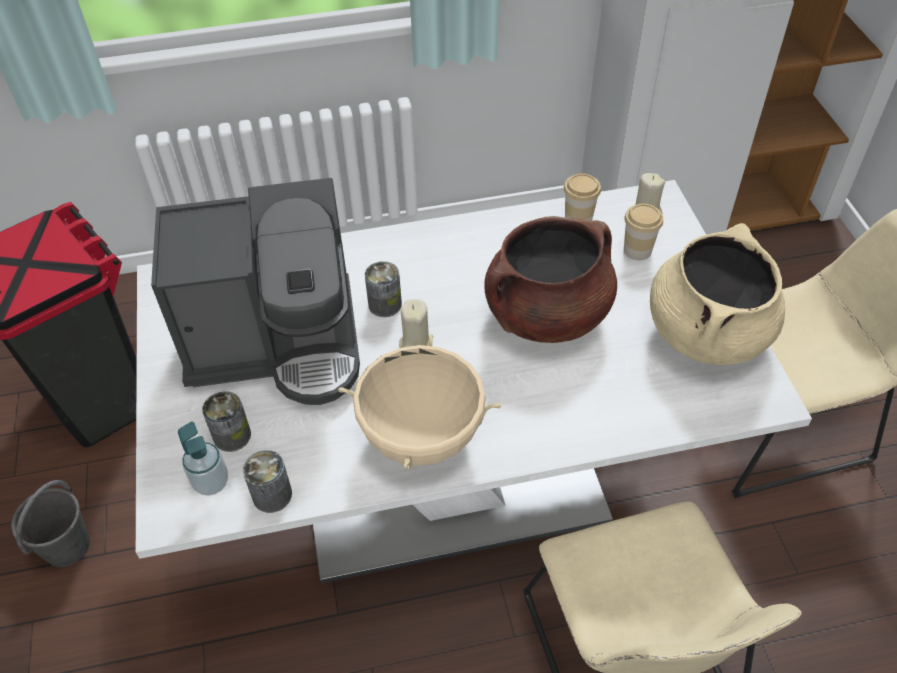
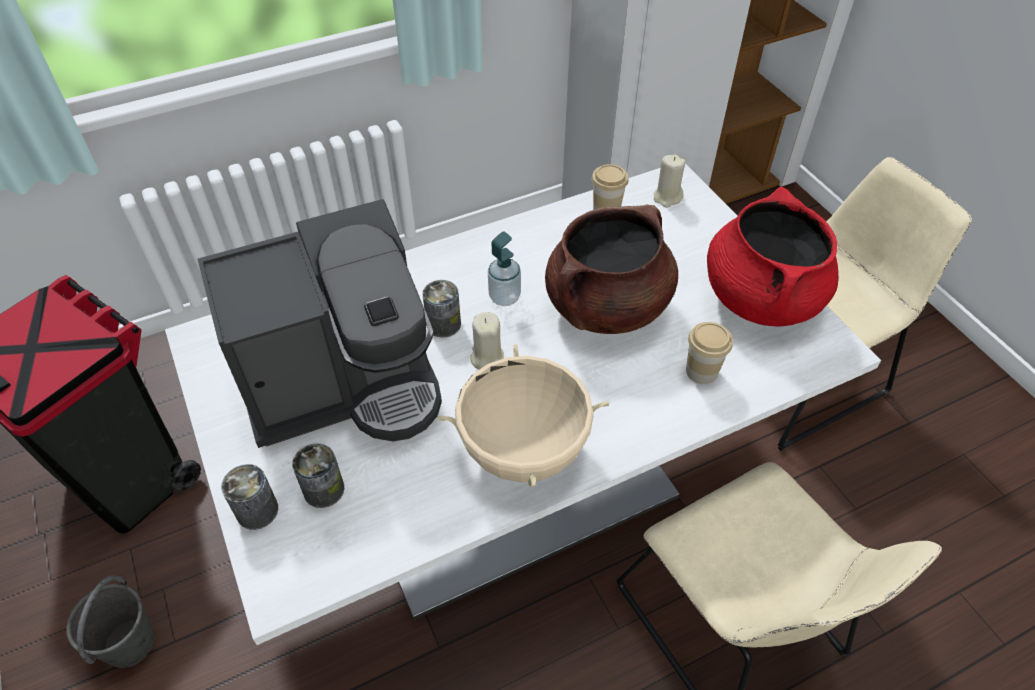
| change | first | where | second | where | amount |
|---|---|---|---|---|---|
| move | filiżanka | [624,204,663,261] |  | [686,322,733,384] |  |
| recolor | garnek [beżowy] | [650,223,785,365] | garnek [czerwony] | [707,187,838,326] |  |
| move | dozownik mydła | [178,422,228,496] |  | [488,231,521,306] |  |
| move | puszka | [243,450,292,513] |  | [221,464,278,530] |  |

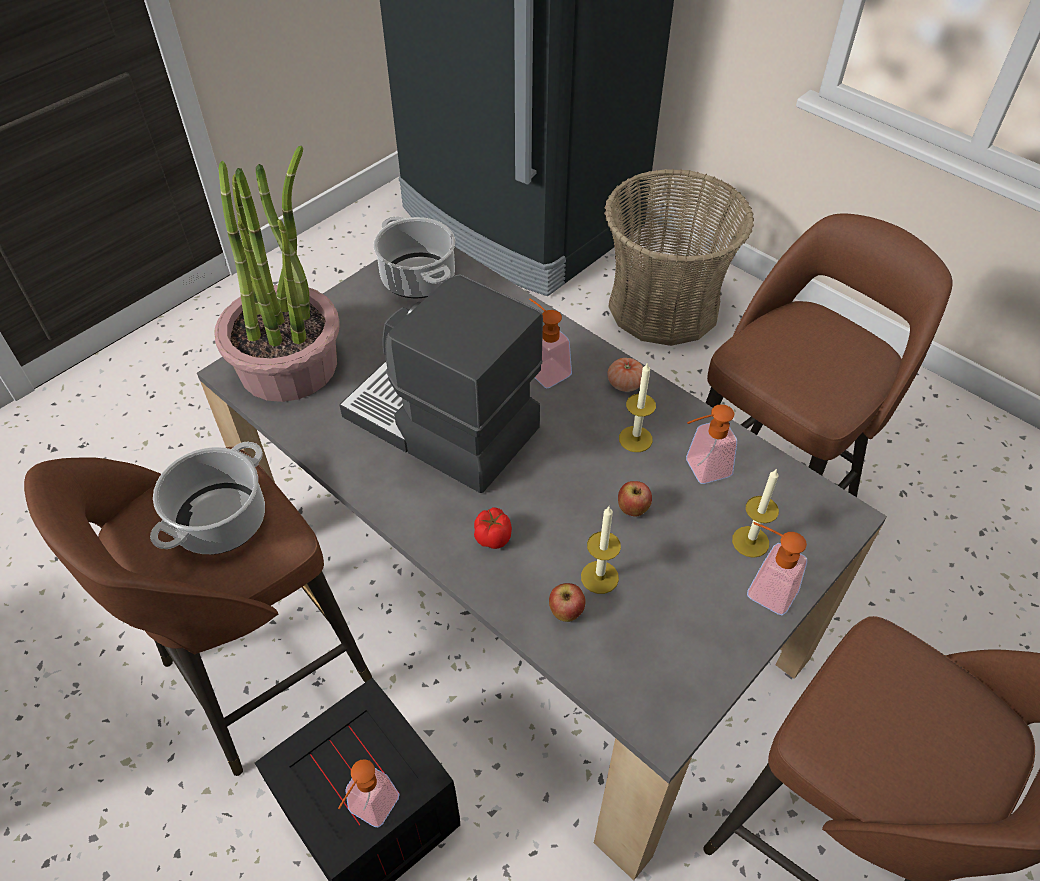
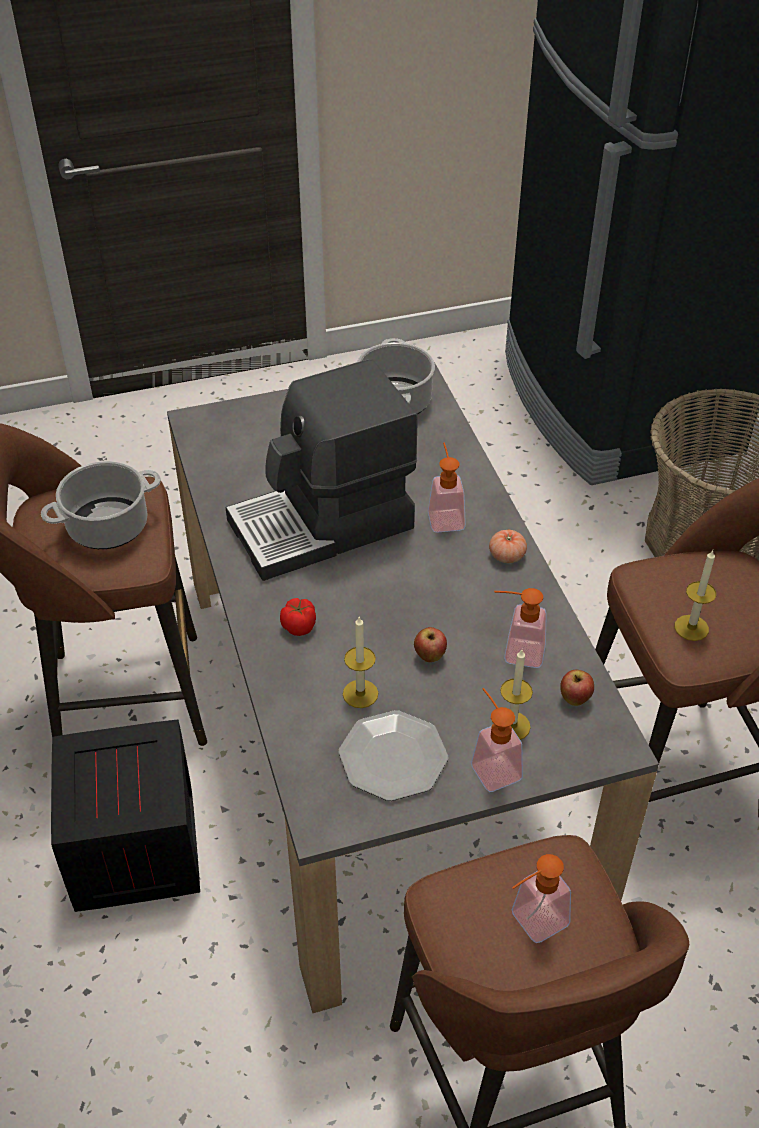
| change | first | where | second | where | amount |
|---|---|---|---|---|---|
| delete | roślina doniczkowa | [214,146,340,402] |  |  |  |
| rotate | ekspres do kawy | [340,274,543,493] |  | [226,359,418,581] | 90 degrees counterclockwise |
| move | świeca | [619,362,656,452] |  | [674,550,716,641] |  |
| move | jabłko | [549,583,586,622] |  | [560,670,594,706] |  |
| move | dozownik mydła | [338,759,399,828] |  | [512,854,571,943] |  |
| insert |  |  | talerz | [338,710,448,801] |  |

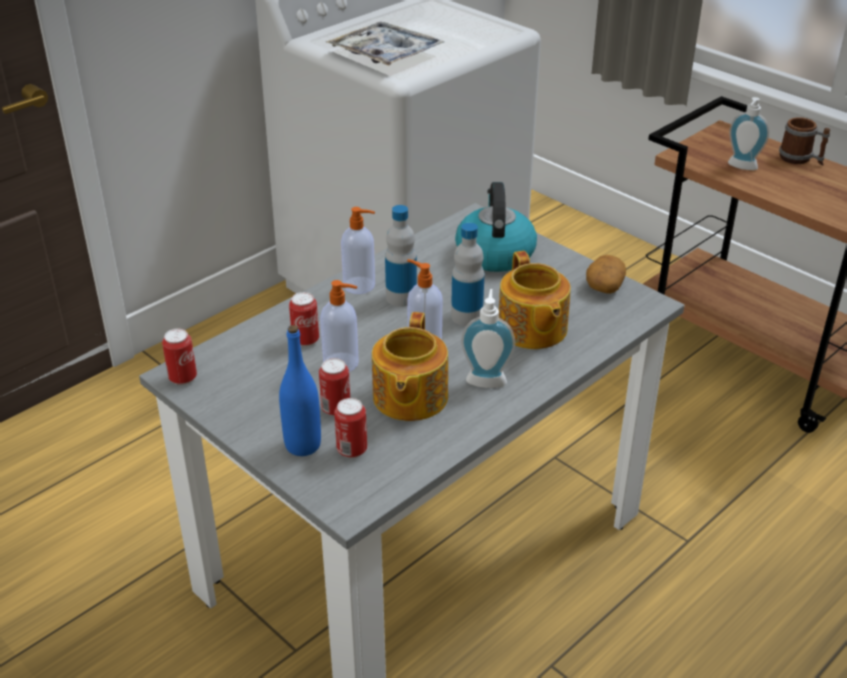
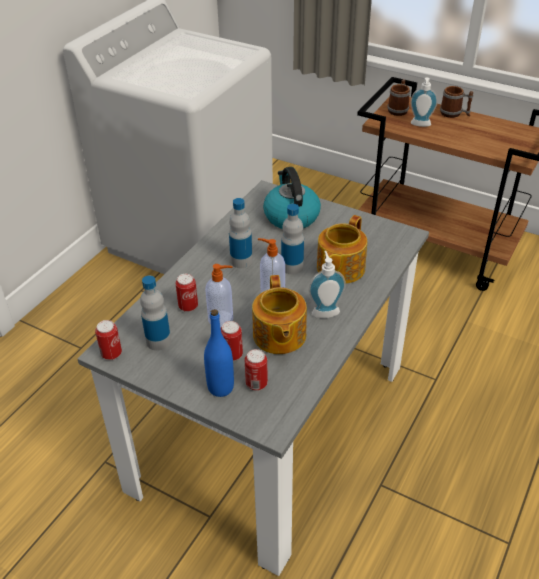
| change | first | where | second | where | amount |
|---|---|---|---|---|---|
| delete | taca | [326,22,445,66] |  |  |  |
| delete | dozownik mydła | [341,207,375,294] |  |  |  |
| rotate | imbryk | [499,251,571,349] |  | [317,215,367,284] | 60 degrees clockwise |
| delete | ziemniak | [586,255,626,294] |  |  |  |
| insert |  |  | kubek | [387,79,410,116] |  |
| insert |  |  | butelka | [140,275,171,351] |  |

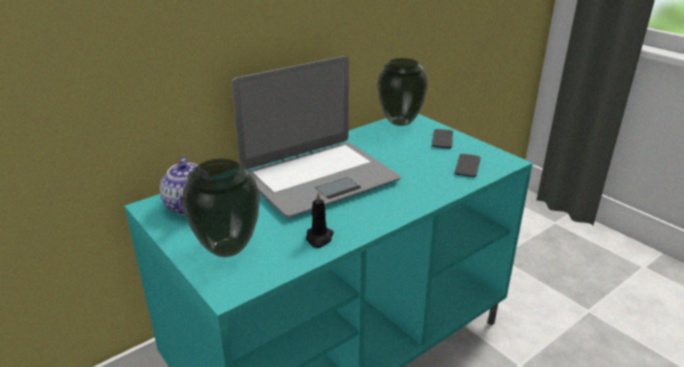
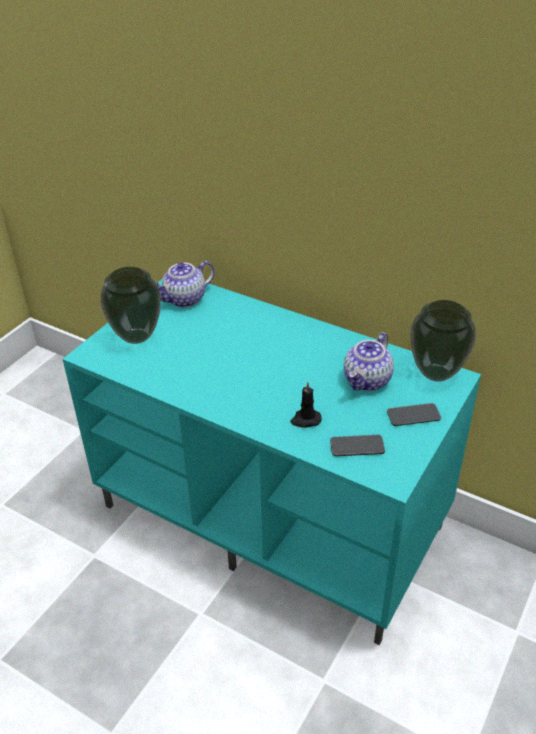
| change | first | where | second | where | amount |
|---|---|---|---|---|---|
| delete | laptop | [231,56,401,218] |  |  |  |
| move | świeca [czarny] | [306,191,334,248] |  | [291,382,321,428] |  |
| insert |  |  | imbryk | [344,332,394,391] |  |

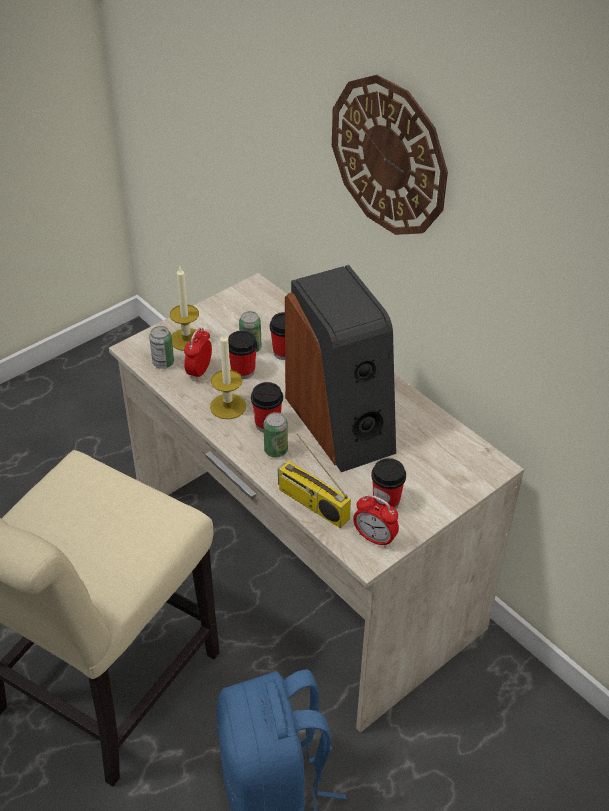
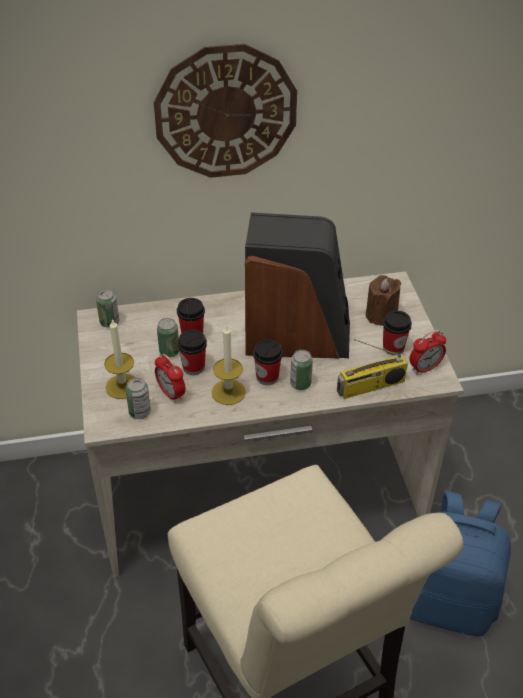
| change | first | where | second | where | amount |
|---|---|---|---|---|---|
| insert |  |  | świeca [brązowy] | [366,275,401,325] |  |
| insert |  |  | puszka | [96,289,119,328] |  |

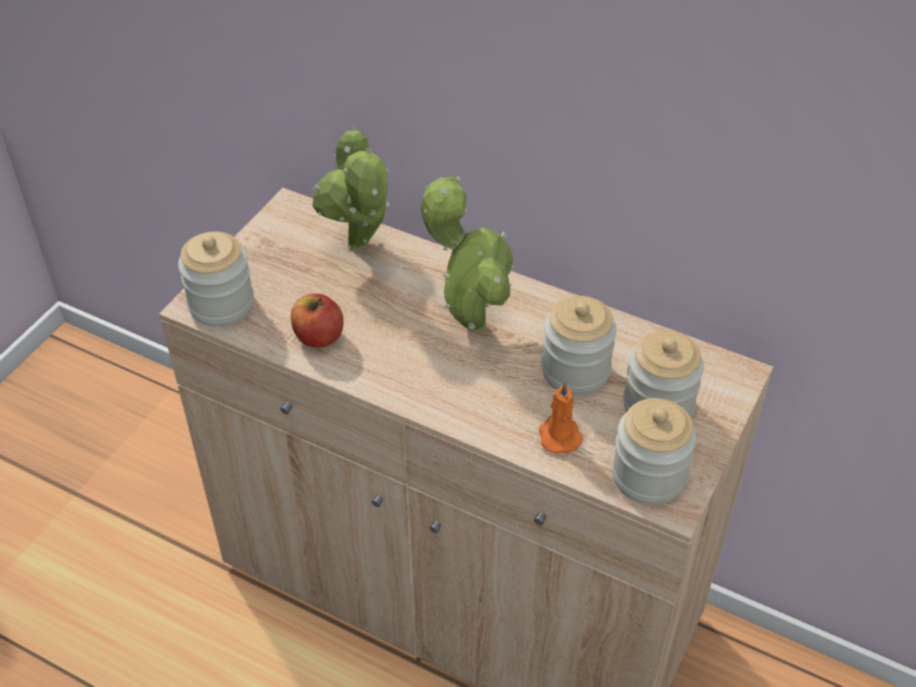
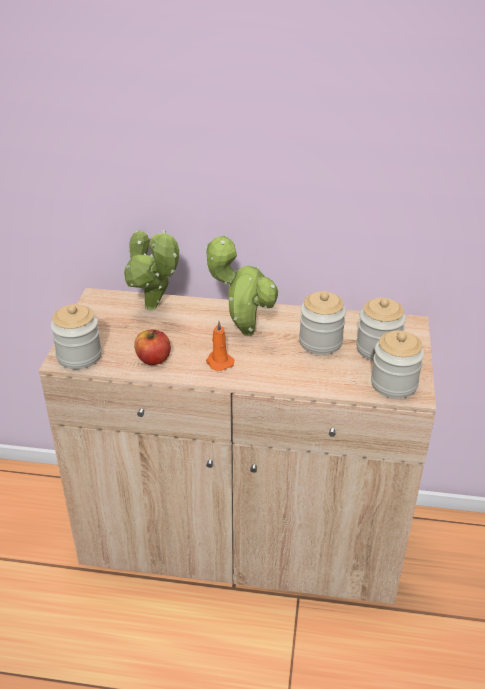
| change | first | where | second | where | amount |
|---|---|---|---|---|---|
| move | świeca [pomarańczowy] | [539,382,583,454] |  | [206,321,234,371] |  |

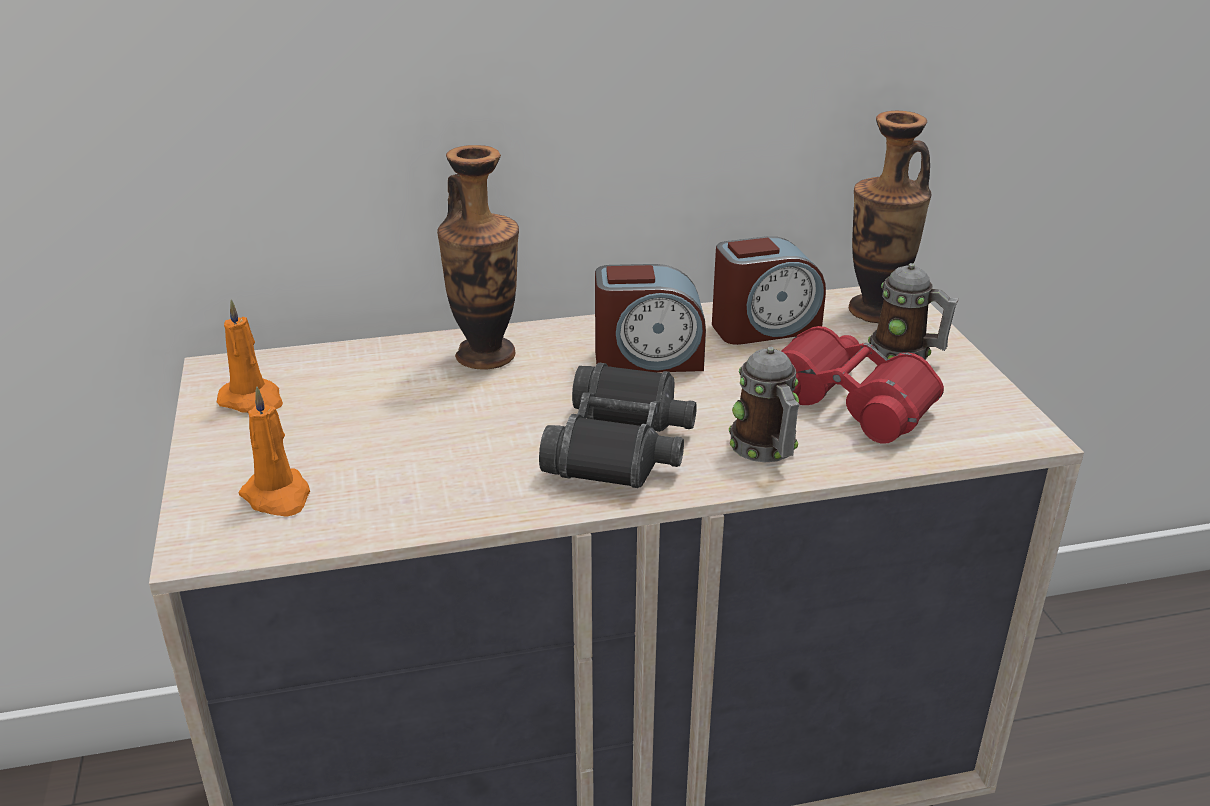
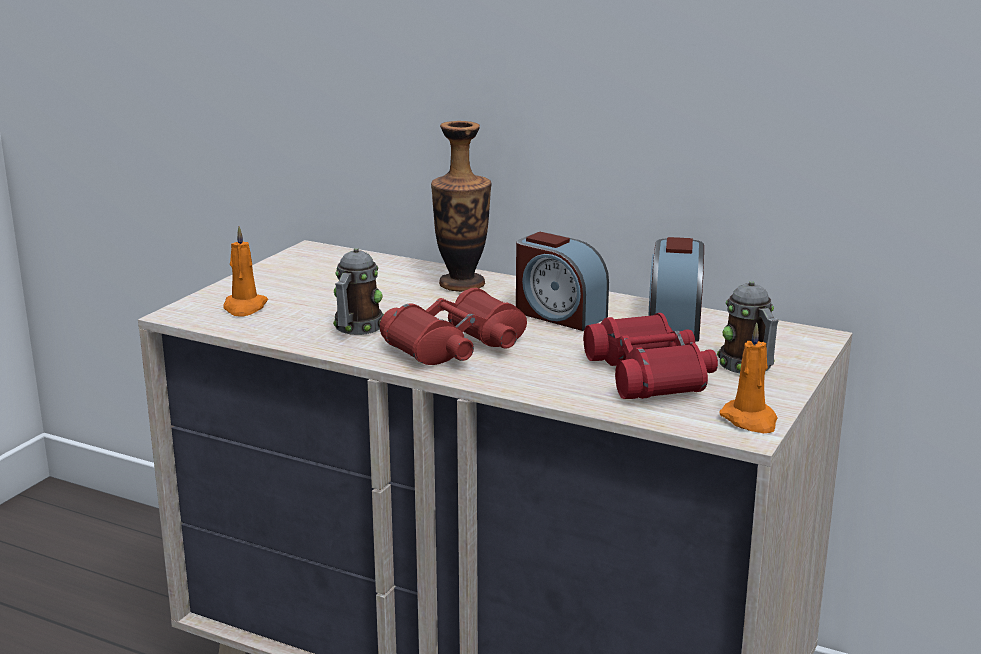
| change | first | where | second | where | amount |
|---|---|---|---|---|---|
| delete | wazon | [849,111,932,323] |  |  |  |
| rotate | budzik | [712,236,826,345] |  | [649,237,704,341] | 75 degrees clockwise |
| move | świeca [pomarańczowy] | [216,299,283,413] |  | [719,323,778,433] |  |
| move | kubek | [729,347,799,463] |  | [333,248,384,335] |  |
| recolor | lornetka [czarny] | [539,363,697,488] | lornetka [czerwony] | [380,288,527,365] |  |

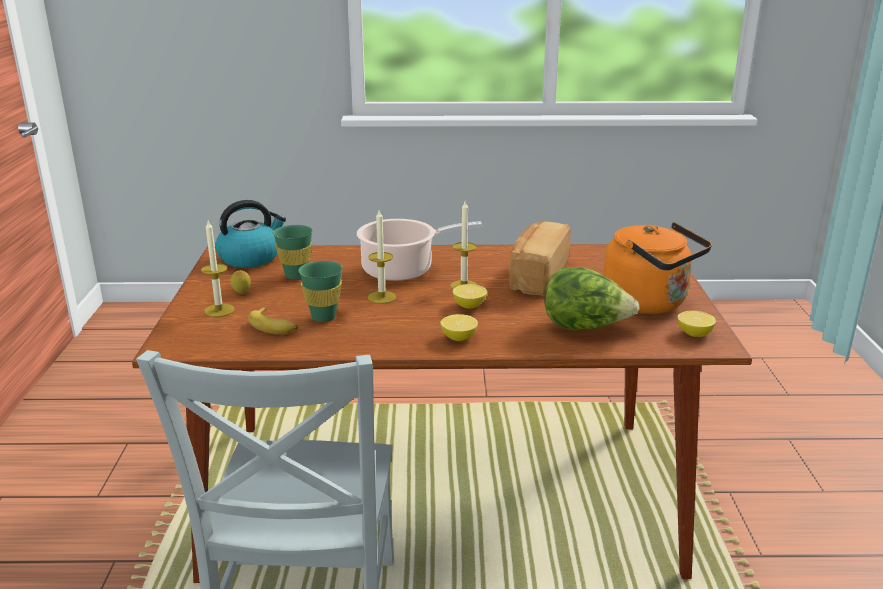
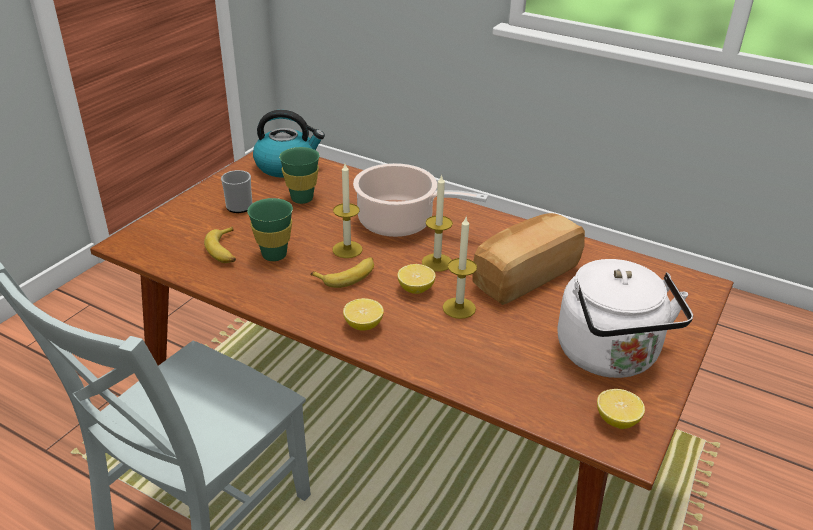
| change | first | where | second | where | amount |
|---|---|---|---|---|---|
| move | świeca | [201,221,234,317] |  | [443,217,477,319] |  |
| recolor | czajnik [pomarańczowy] | [603,222,712,314] | czajnik [biały] | [558,259,693,378] |  |
| delete | sałata | [545,267,639,330] |  |  |  |
| replace | cytryna | [231,270,251,294] | kubek | [221,170,252,213] |  |
| insert |  |  | banan | [310,257,374,288] |  |

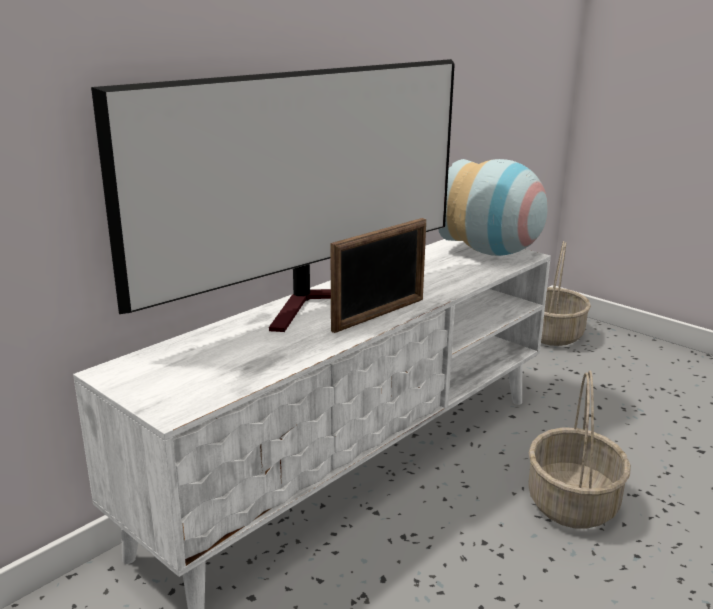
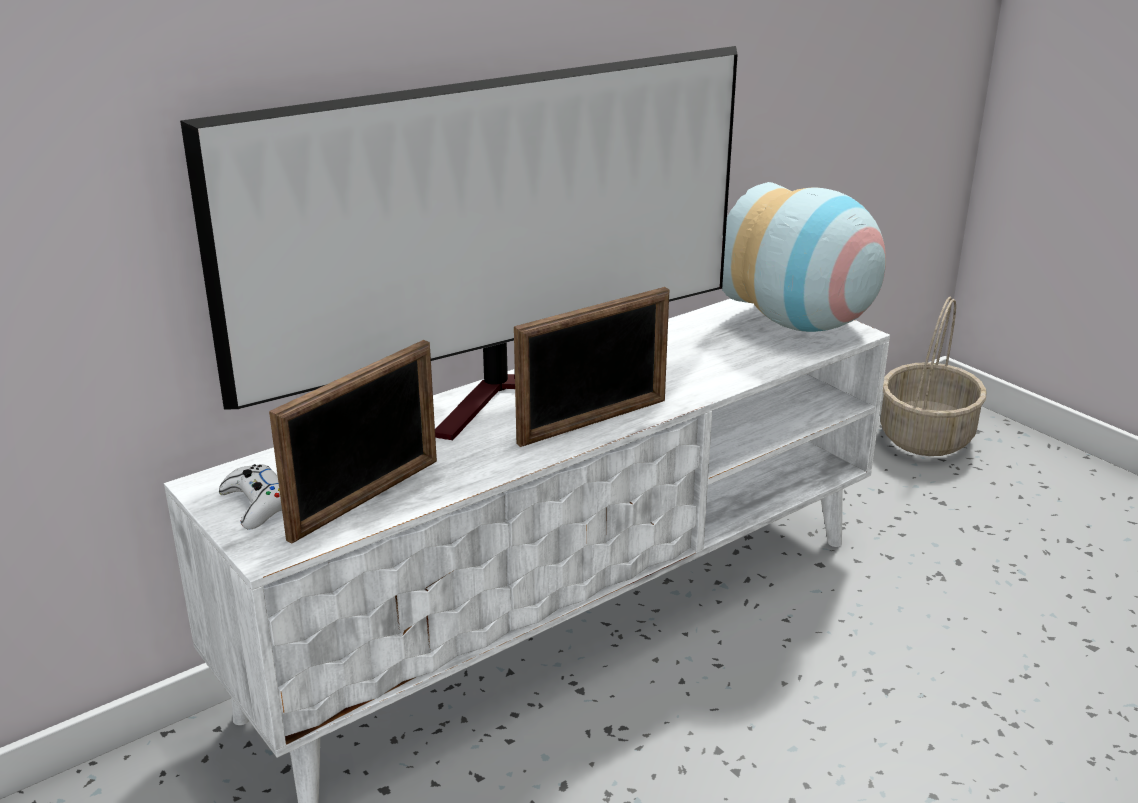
| change | first | where | second | where | amount |
|---|---|---|---|---|---|
| delete | koszyk | [529,371,631,529] |  |  |  |
| insert |  |  | ramka na zdjęcie | [269,340,437,544] |  |
| insert |  |  | pad do gier [biały] | [219,464,282,530] |  |

